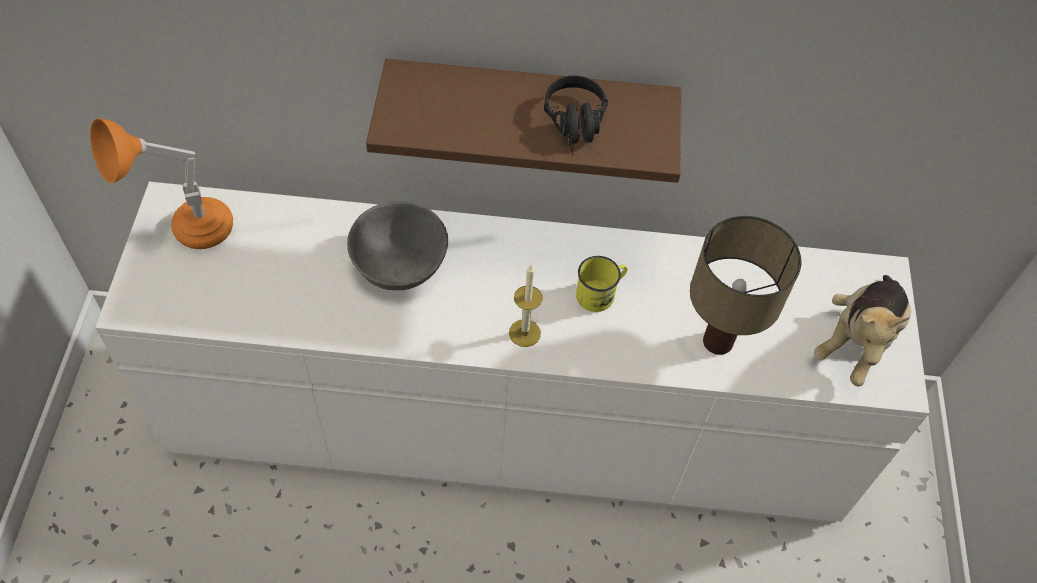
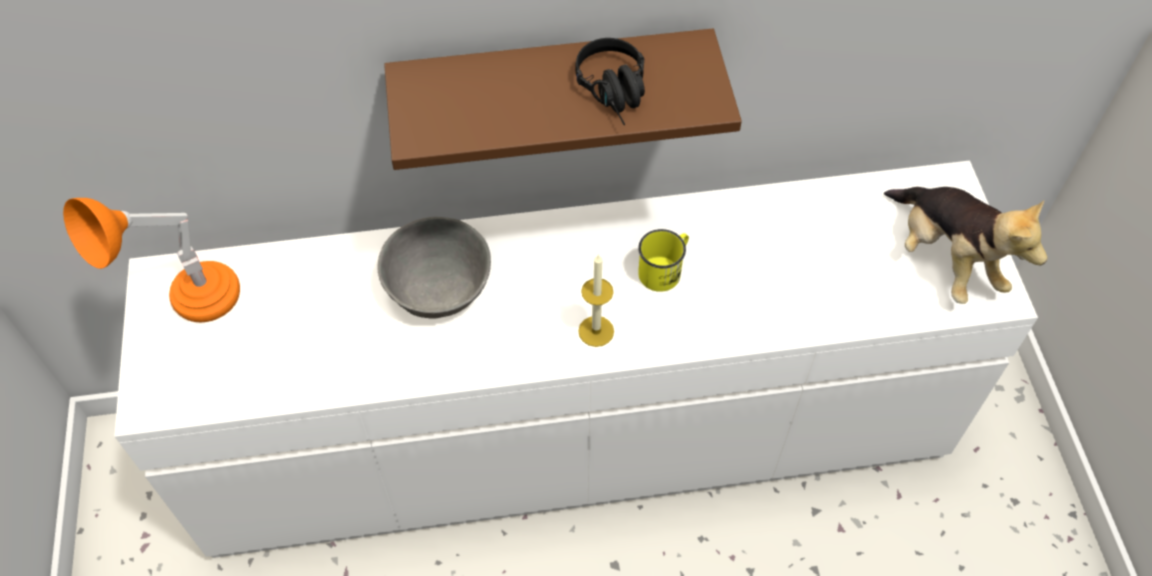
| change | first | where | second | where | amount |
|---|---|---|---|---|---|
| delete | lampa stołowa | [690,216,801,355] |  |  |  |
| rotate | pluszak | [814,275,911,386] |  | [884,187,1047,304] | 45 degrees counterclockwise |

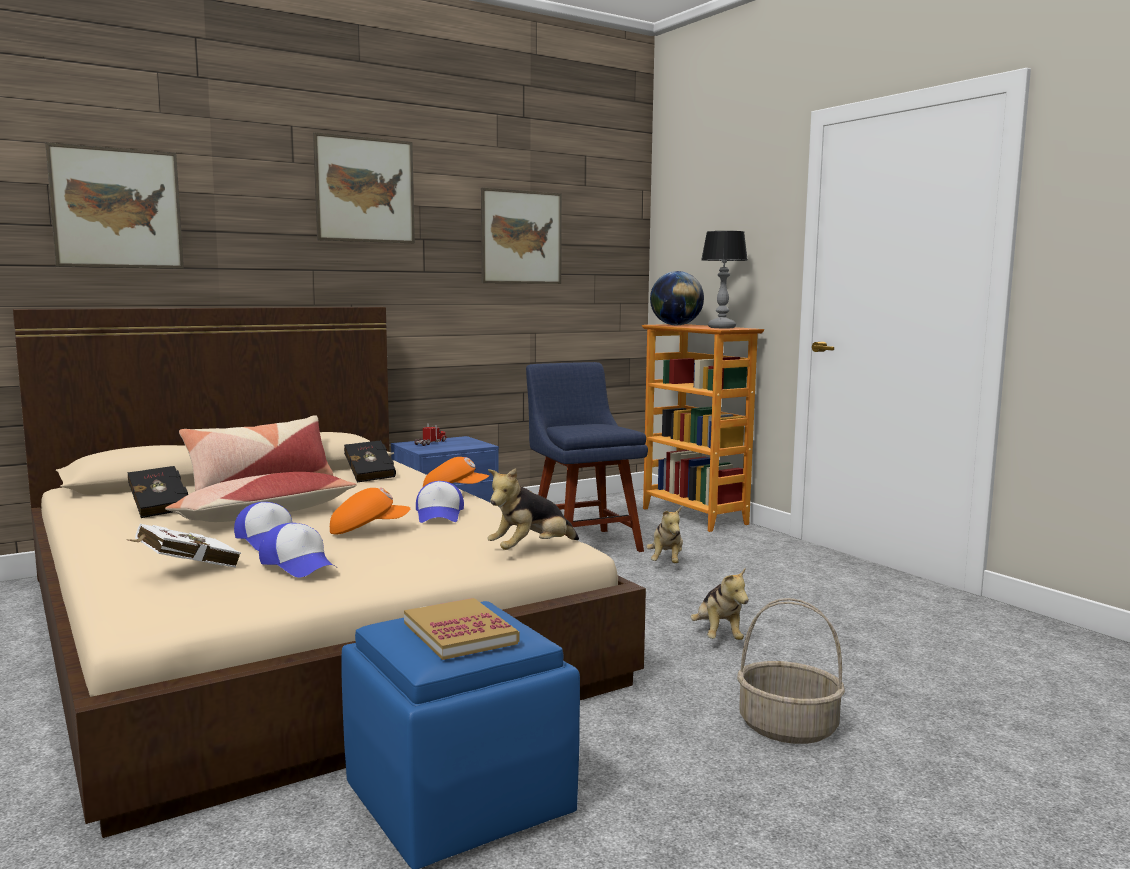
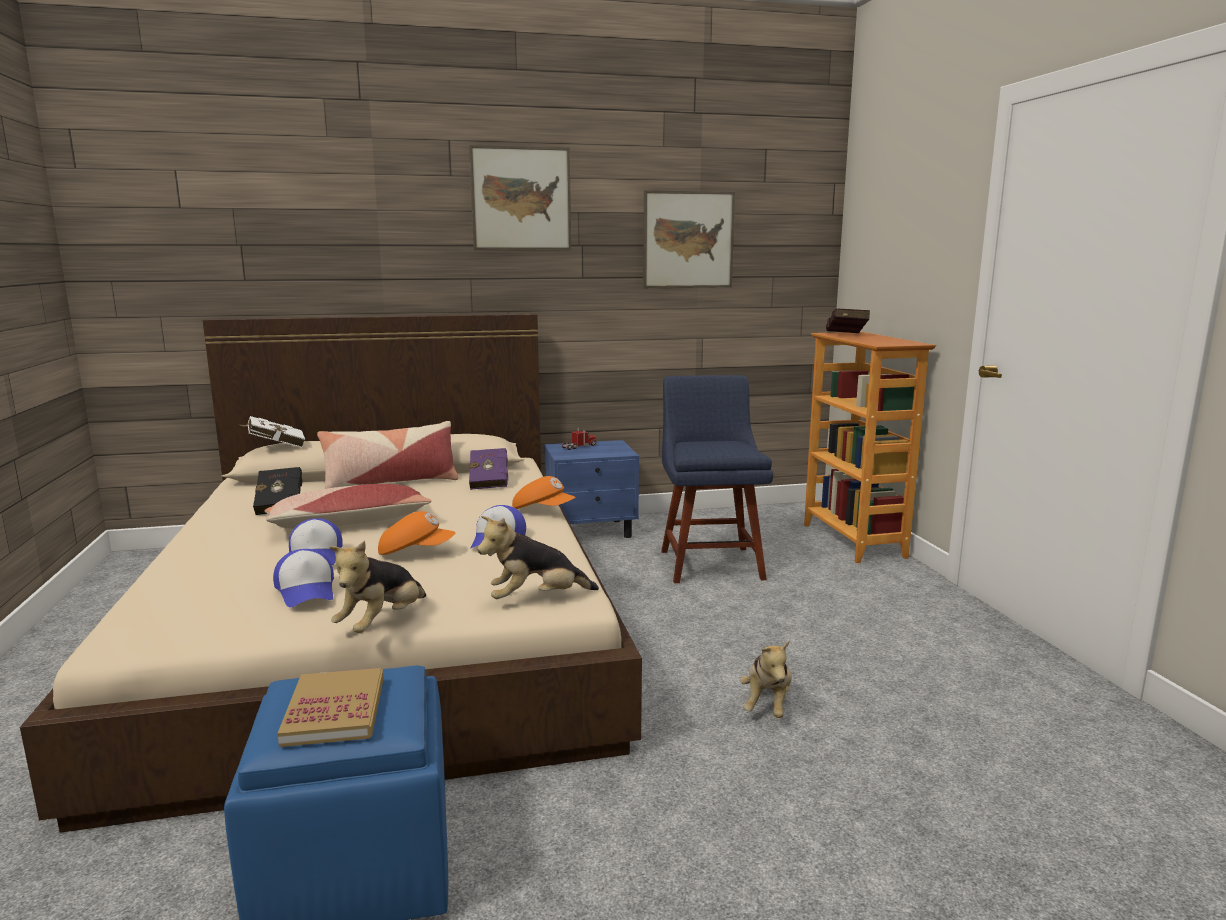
| change | first | where | second | where | amount |
|---|---|---|---|---|---|
| delete | obraz | [45,142,184,269] |  |  |  |
| delete | lampa stołowa | [701,231,748,328] |  |  |  |
| replace | globus | [650,271,704,326] | książka [czerwony] | [826,308,870,333] |  |
| recolor | książka [czarny] | [344,440,396,483] | książka [fioletowy] | [469,448,508,490] |  |
| move | pluszak | [646,506,683,563] |  | [329,541,426,633] |  |
| move | książka [biały] | [128,524,241,568] |  | [240,416,305,448] |  |
| delete | koszyk | [737,598,845,744] |  |  |  |

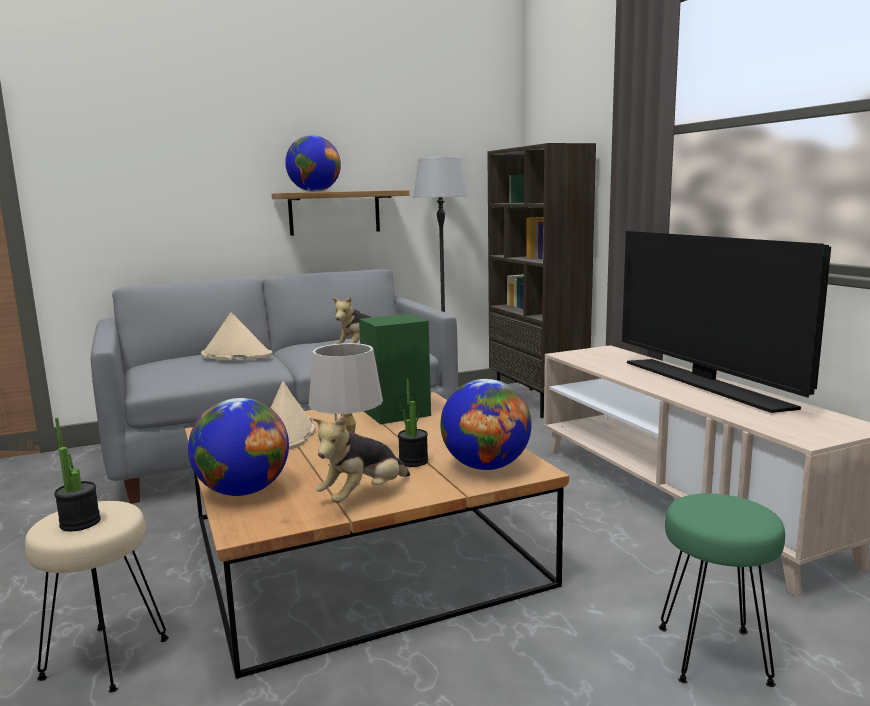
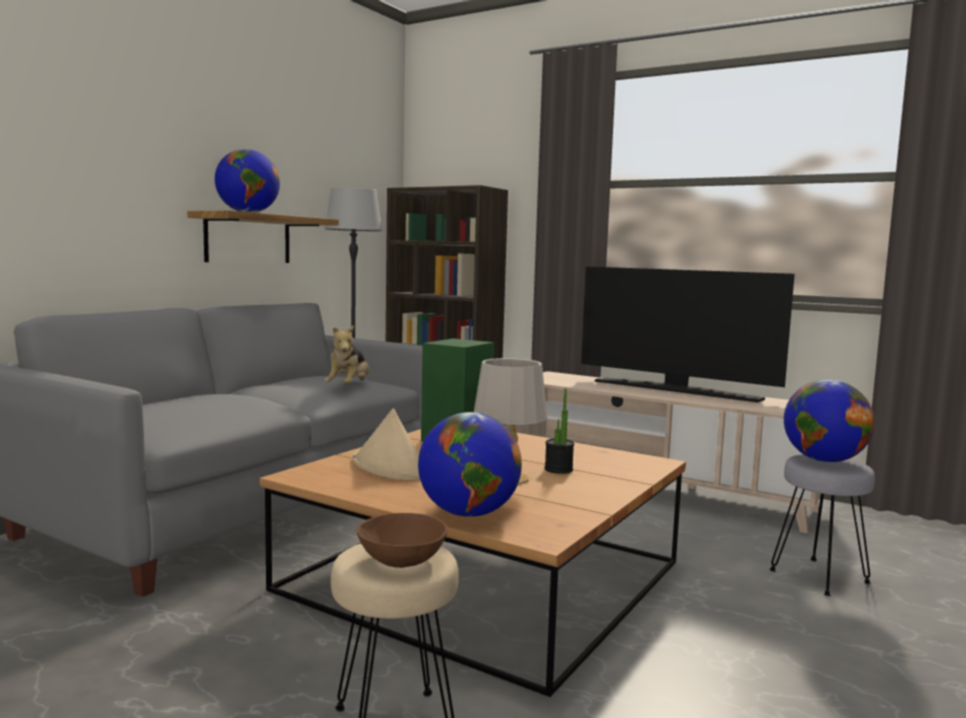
| change | first | where | second | where | amount |
|---|---|---|---|---|---|
| delete | kapelusz [beżowy] | [201,313,273,360] |  |  |  |
| move | globus | [440,379,532,470] |  | [784,380,875,462] |  |
| delete | pluszak | [312,415,410,503] |  |  |  |
| replace | roślina doniczkowa | [54,418,101,531] | miska [brązowy] | [356,513,447,568] |  |
| recolor | stołek [zielony] | [659,493,785,687] | stołek [szary] | [770,454,875,596] |  |

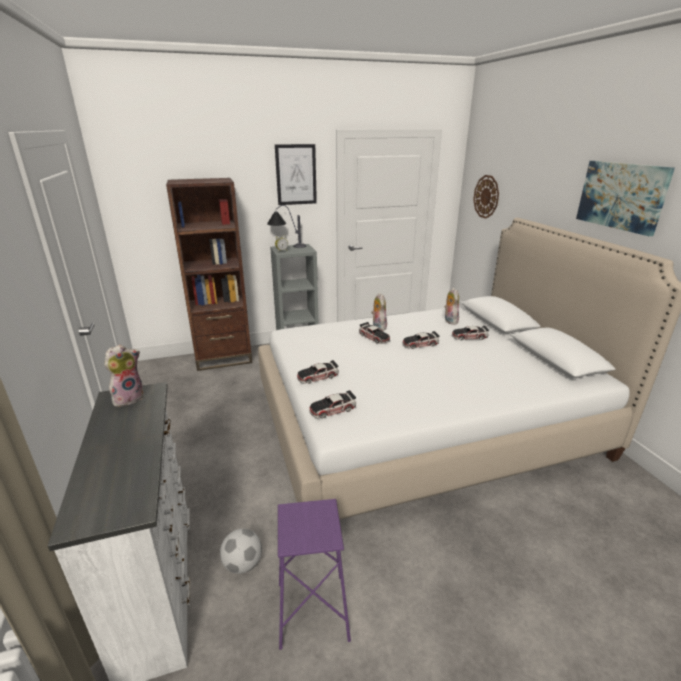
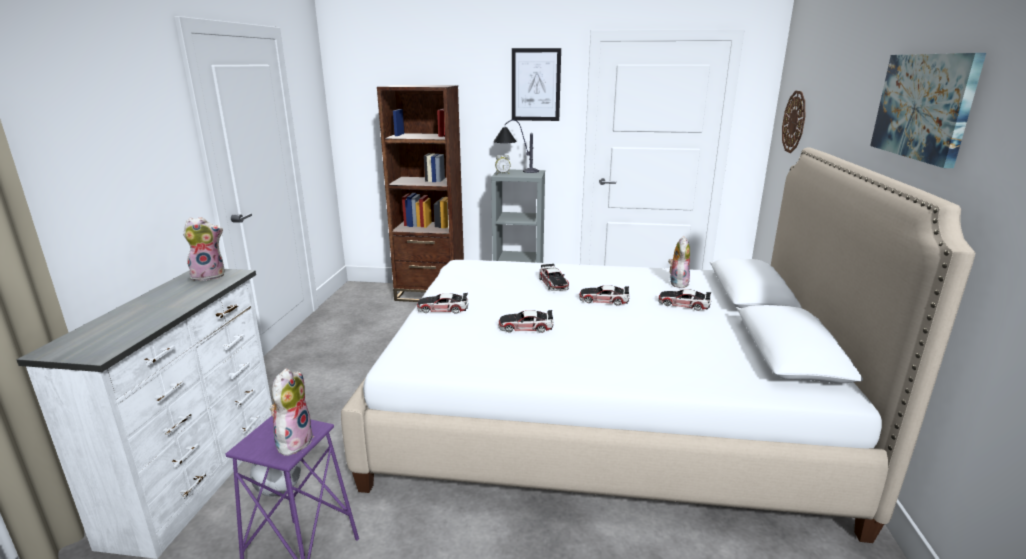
| change | first | where | second | where | amount |
|---|---|---|---|---|---|
| move | pluszak | [371,293,387,331] |  | [270,368,314,456] |  |
| move | samochodzik | [309,390,356,419] |  | [499,310,554,333] |  |

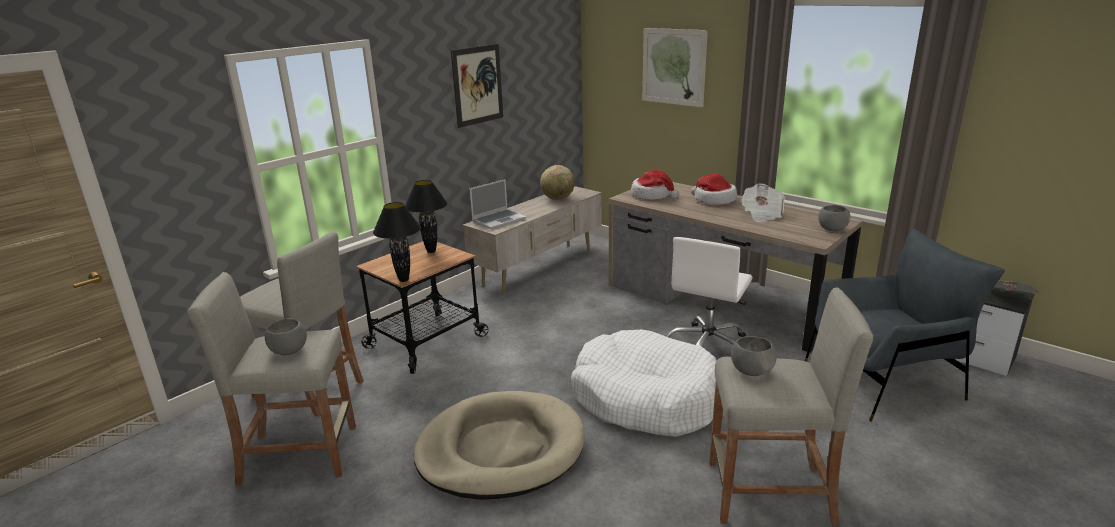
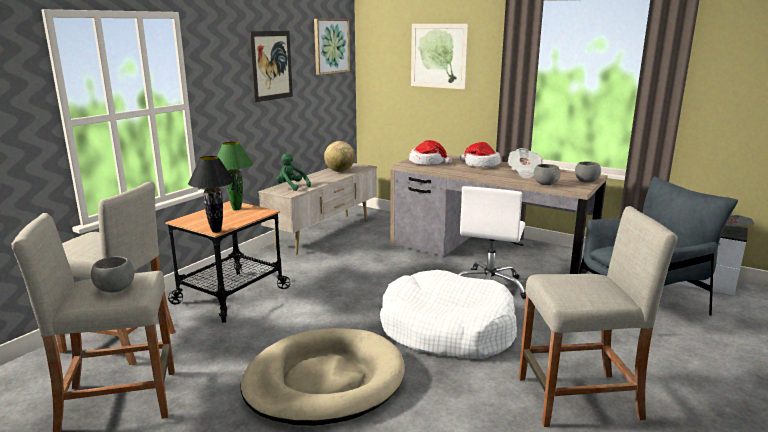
| change | first | where | second | where | amount |
|---|---|---|---|---|---|
| replace | laptop | [469,179,526,230] | pluszak [zielony] | [276,153,311,191] |  |
| recolor | lampa stołowa [czarny] | [405,180,448,253] | lampa stołowa [zielony] | [217,142,253,210] |  |
| move | miska [szary] | [731,336,777,376] |  | [534,164,561,185] |  |
| insert |  |  | obraz | [314,19,350,75] |  |

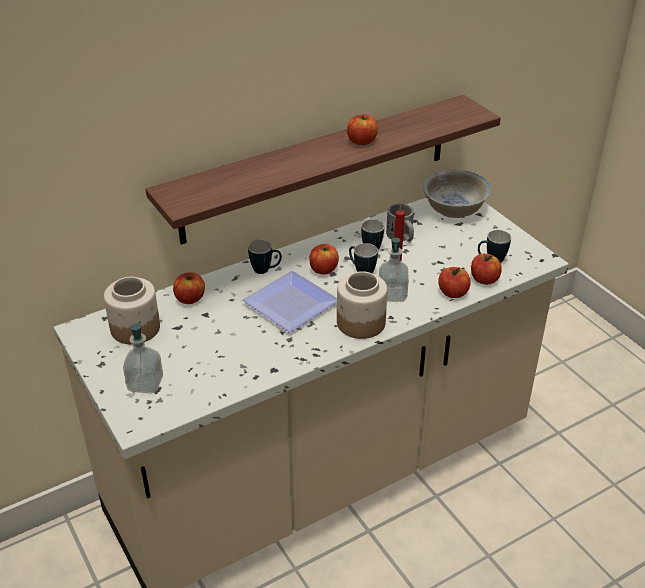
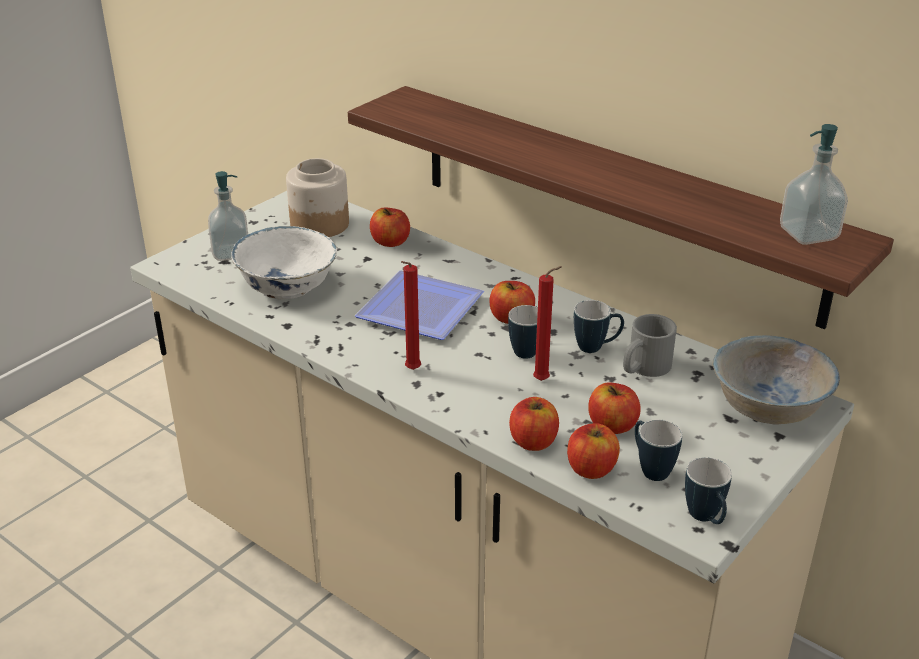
| change | first | where | second | where | amount |
|---|---|---|---|---|---|
| move | jabłko | [347,115,378,145] |  | [588,383,641,434] |  |
| move | dozownik mydła | [379,237,409,302] |  | [780,124,848,245] |  |
| move | kubek | [248,240,282,274] |  | [685,457,732,524] |  |
| replace | słoik | [337,271,388,339] | świeca [czerwony] | [401,261,421,370] |  |
| insert |  |  | miska [biały] | [231,226,337,300] |  |

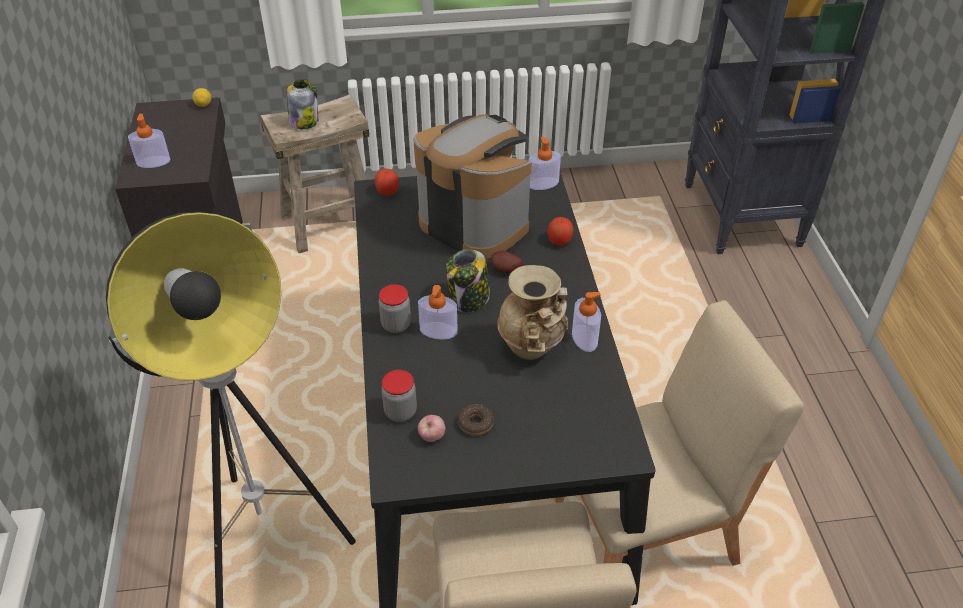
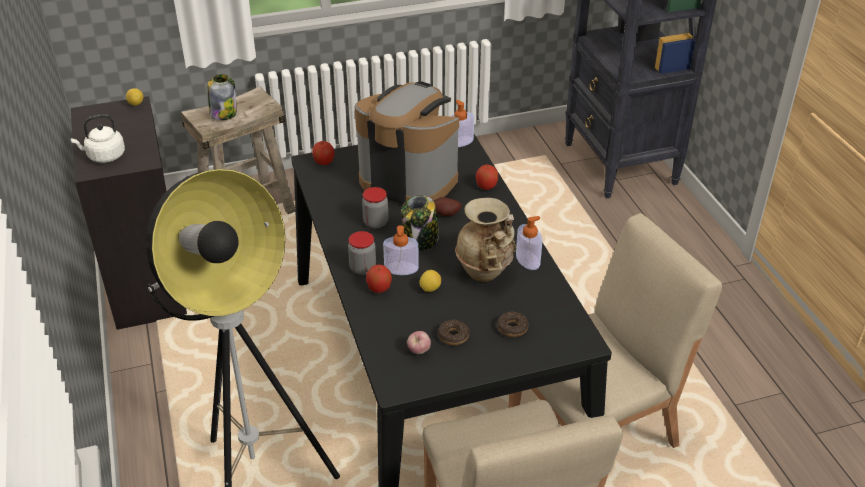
| change | first | where | second | where | amount |
|---|---|---|---|---|---|
| replace | dozownik mydła | [128,114,170,168] | czajnik [biały] | [71,114,125,163] |  |
| move | słoik | [381,370,417,422] |  | [362,187,388,229] |  |
| insert |  |  | jabłko | [366,265,392,293] |  |
| insert |  |  | cytryna | [419,270,441,292] |  |
| insert |  |  | donut | [497,312,528,337] |  |

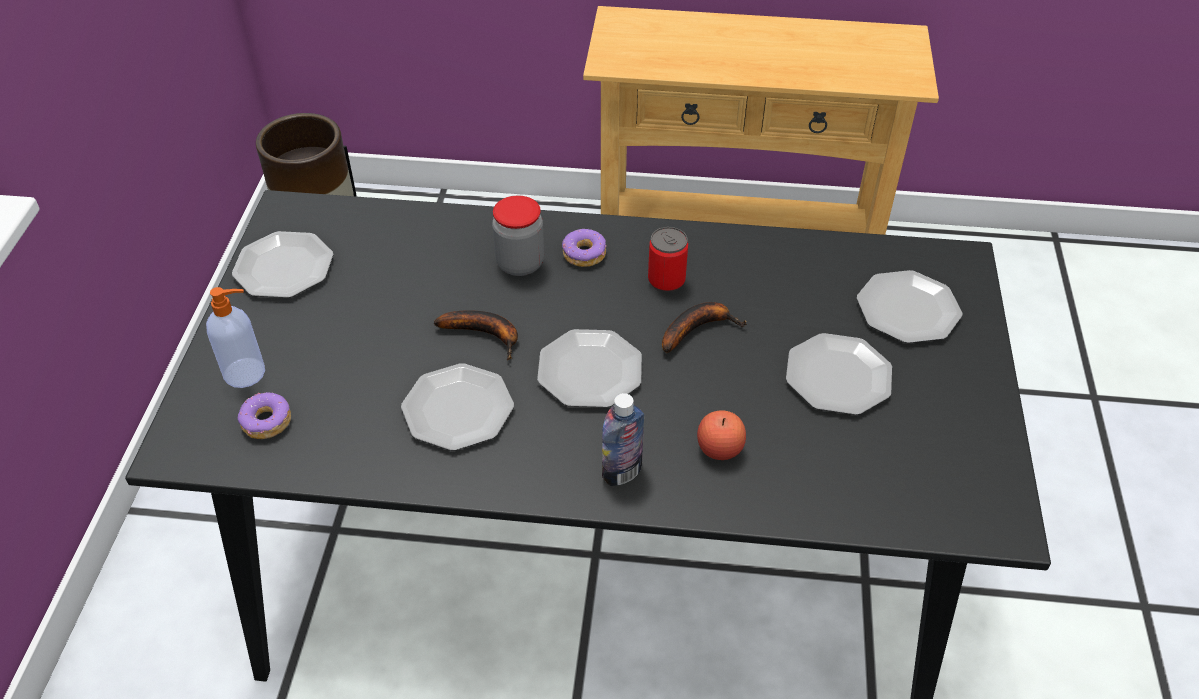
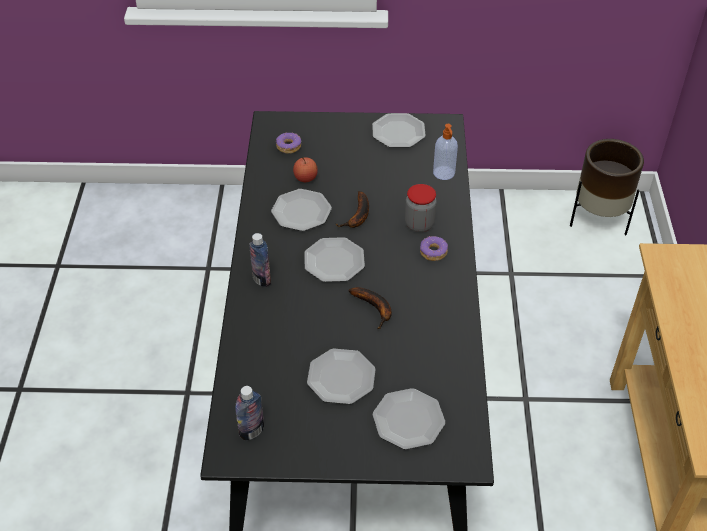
| change | first | where | second | where | amount |
|---|---|---|---|---|---|
| delete | puszka | [648,227,688,293] |  |  |  |
| move | dozownik mydła | [206,287,265,388] |  | [433,124,458,180] |  |
| move | jabłko | [697,410,746,460] |  | [293,157,318,182] |  |
| insert |  |  | butelka | [235,386,264,441] |  |

